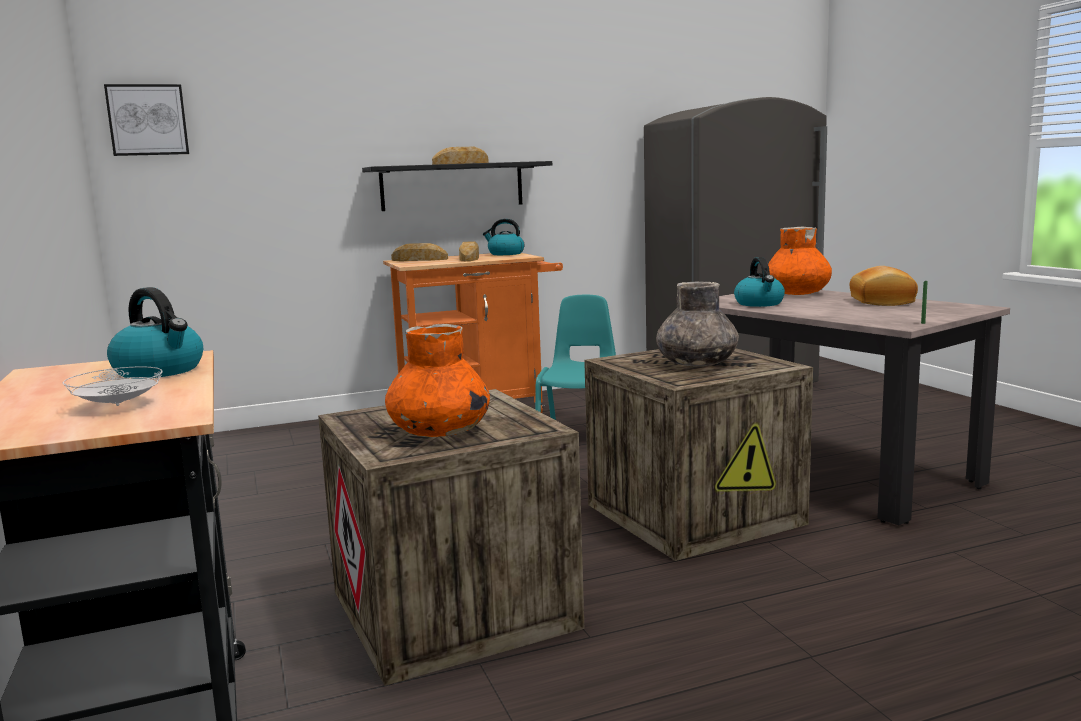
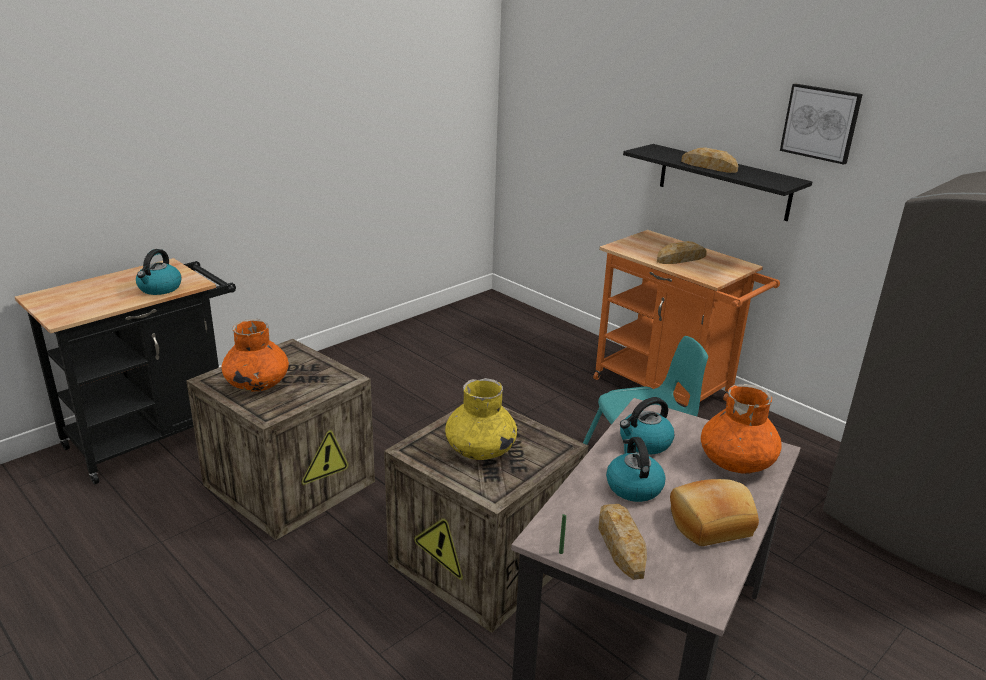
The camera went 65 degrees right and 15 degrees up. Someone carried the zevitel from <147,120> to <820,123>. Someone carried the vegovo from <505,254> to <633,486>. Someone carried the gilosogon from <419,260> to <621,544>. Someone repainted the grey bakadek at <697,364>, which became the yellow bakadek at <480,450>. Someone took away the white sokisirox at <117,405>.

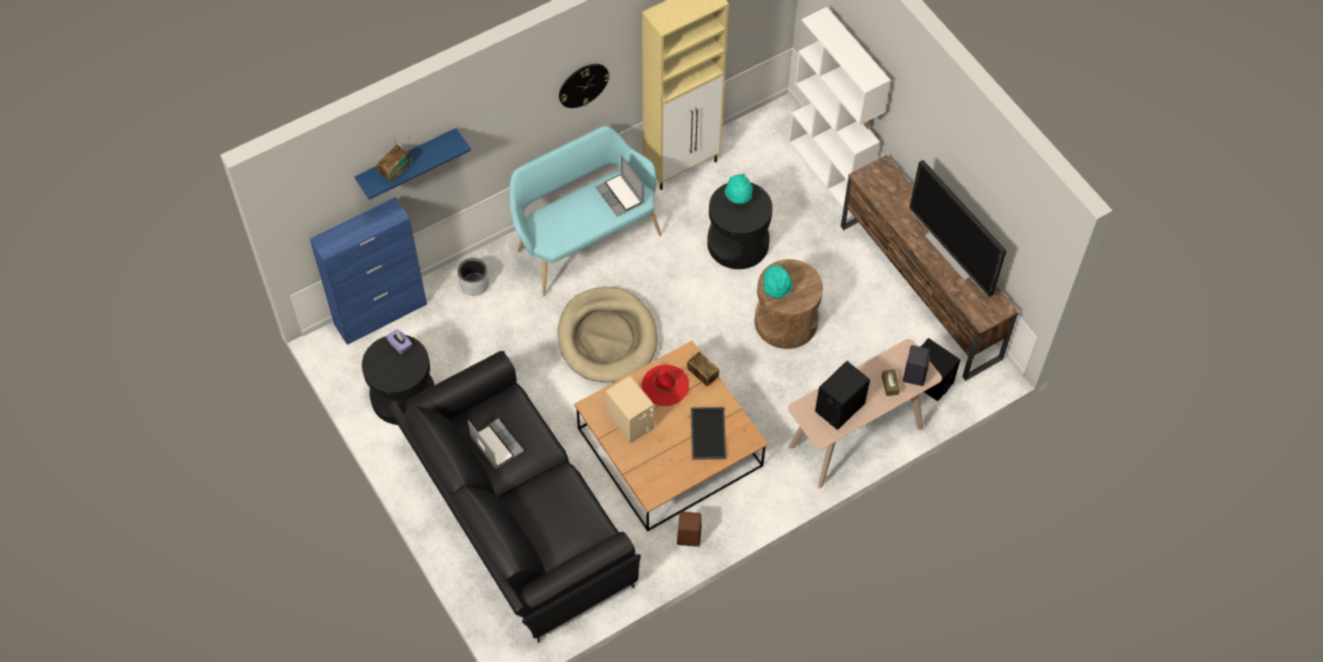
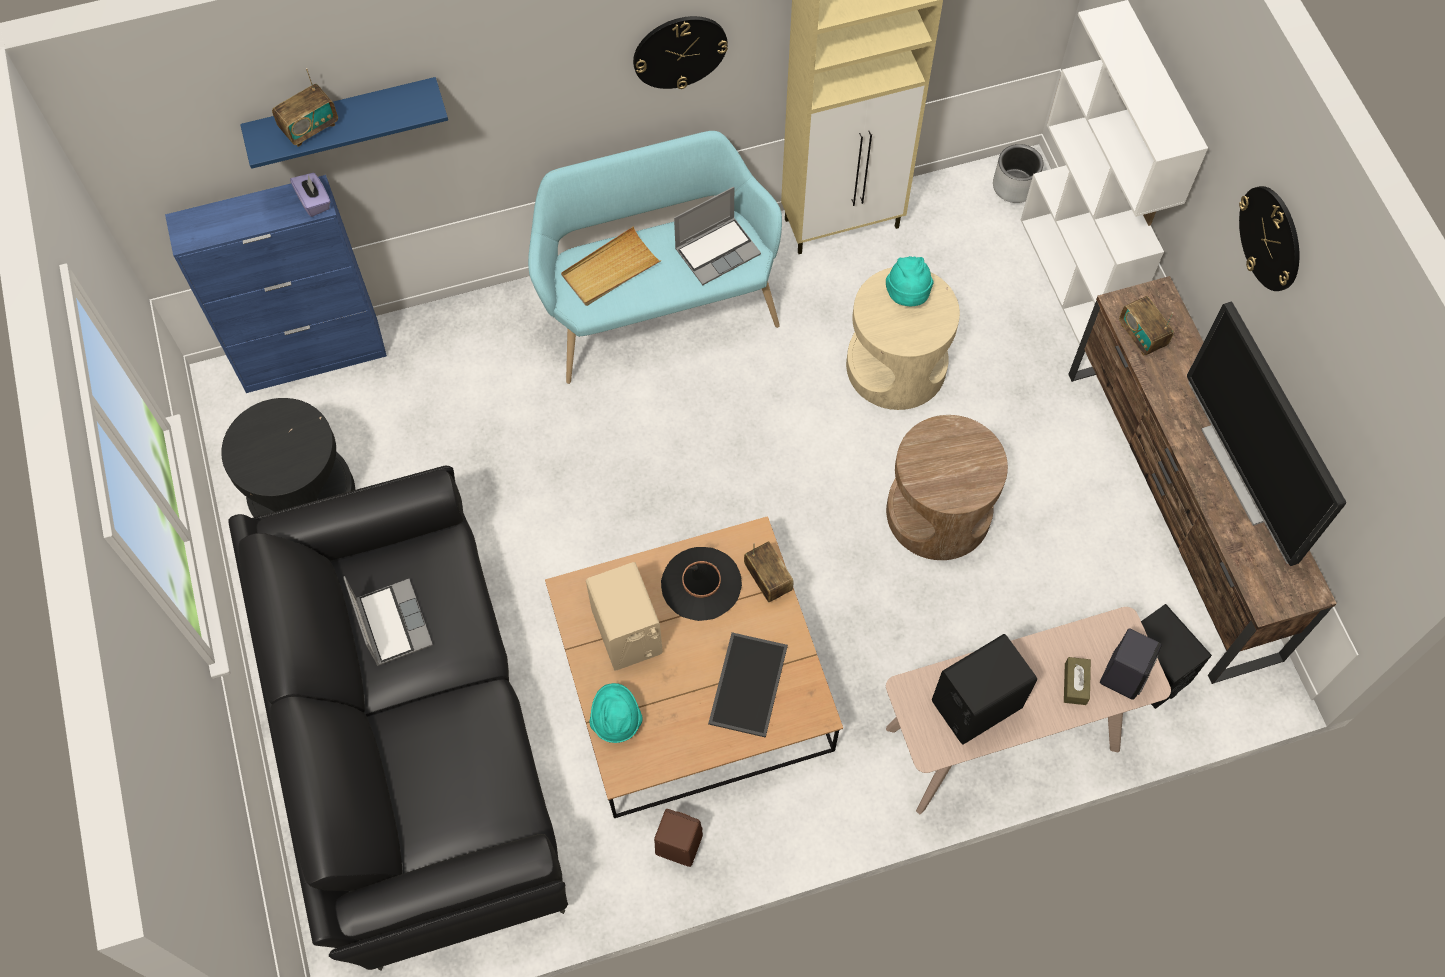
The camera went 15 degrees right and 5 degrees up. Someone rotated the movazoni at <620,196> by 105 degrees counterclockwise. Someone repainted the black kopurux at <737,243>, which became the beige kopurux at <895,365>. Someone carried the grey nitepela from <474,284> to <1014,186>. Someone carried the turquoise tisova from <776,288> to <616,720>. Someone took away the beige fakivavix at <607,338>. Someone carried the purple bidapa from <400,345> to <314,201>. Someone repainted the red tisova at <665,385>, which became the black tisova at <701,584>. Someone put up the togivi at <1270,238>. Someone put down the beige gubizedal at <610,270>. Someone put down the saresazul at <1141,336>.

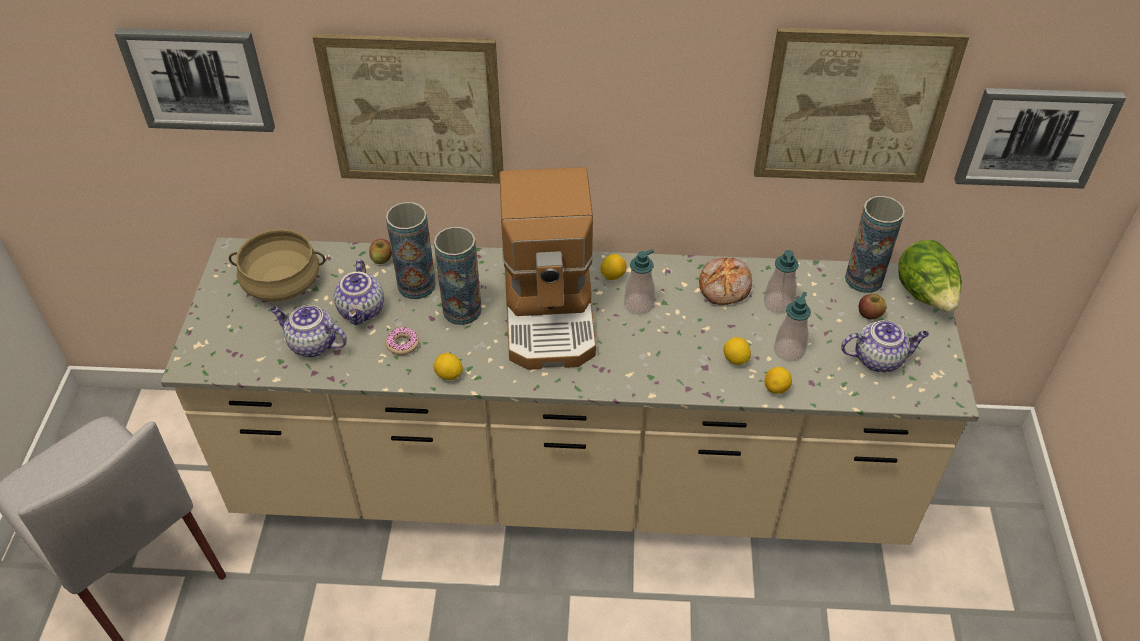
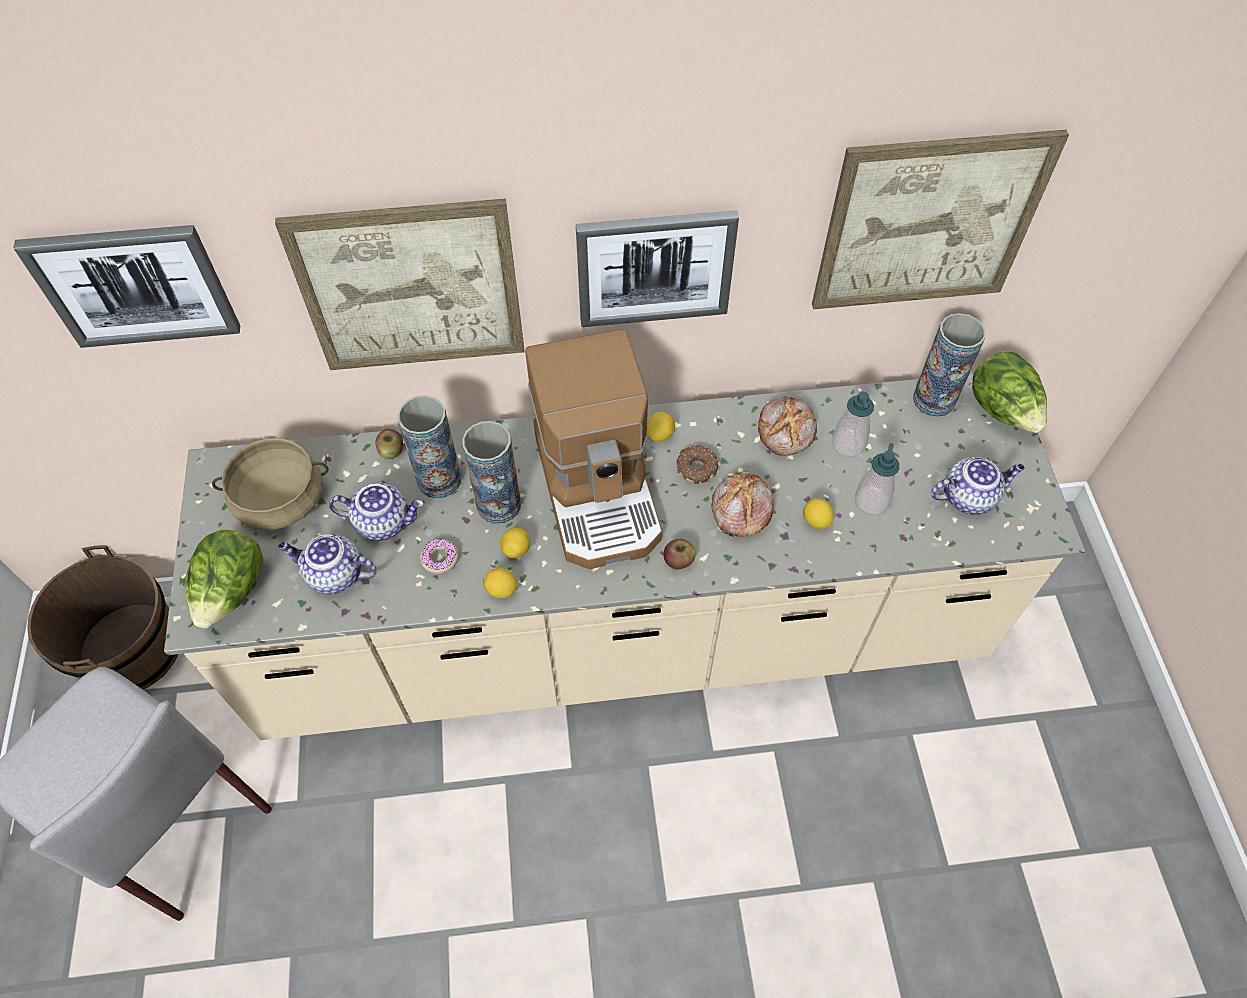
The camera went 10 degrees left and 10 degrees up. Someone carried the zevitel from <1035,137> to <654,267>. Someone swapped the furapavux at <639,304> for the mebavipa at <696,468>. Someone rotated the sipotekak at <363,310> by 75 degrees counterclockwise. Someone carried the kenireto from <870,314> to <678,560>. Someone carried the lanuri from <776,388> to <516,550>. Someone put down the gilosogon at <740,510>. Someone put down the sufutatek at <233,592>. Someone put down the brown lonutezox at <131,650>.

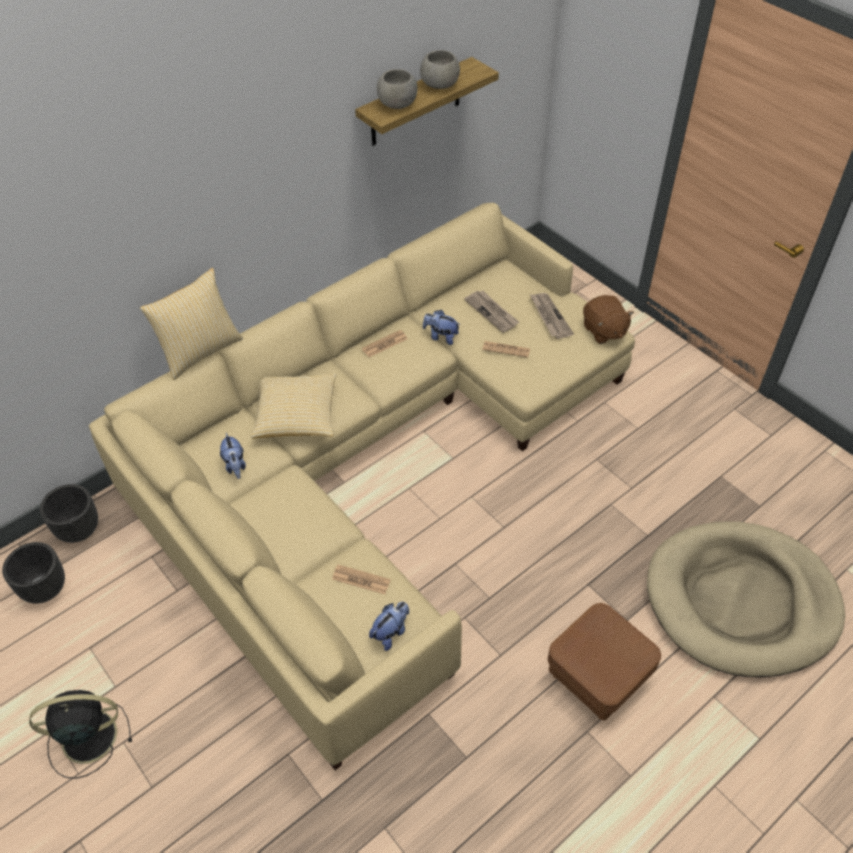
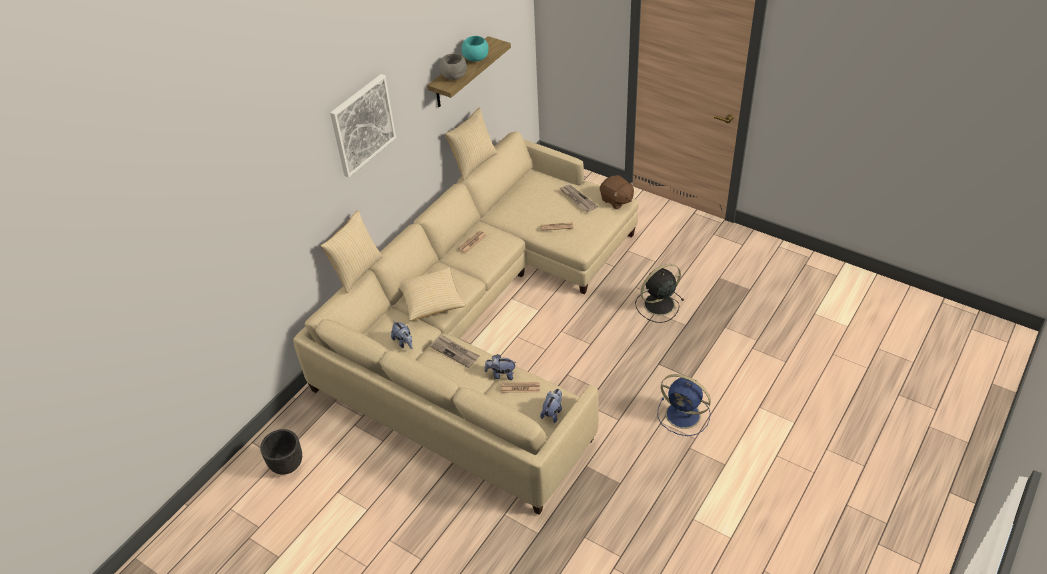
The camera went 15 degrees left and 5 degrees down. Someone repainted the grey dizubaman at <439,85>, which became the turquoise dizubaman at <475,58>. Someone carried the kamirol from <492,312> to <455,352>. Someone carried the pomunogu from <441,337> to <501,374>. Someone took away the black nitepela at <79,530>. Someone took away the beige fakivavix at <741,601>. Someone swapped the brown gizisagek at <597,677> for the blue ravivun at <684,415>. Someone carried the black ravivun from <86,737> to <657,305>. Someone put up the zevitel at <362,125>. Someone put down the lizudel at <473,163>.

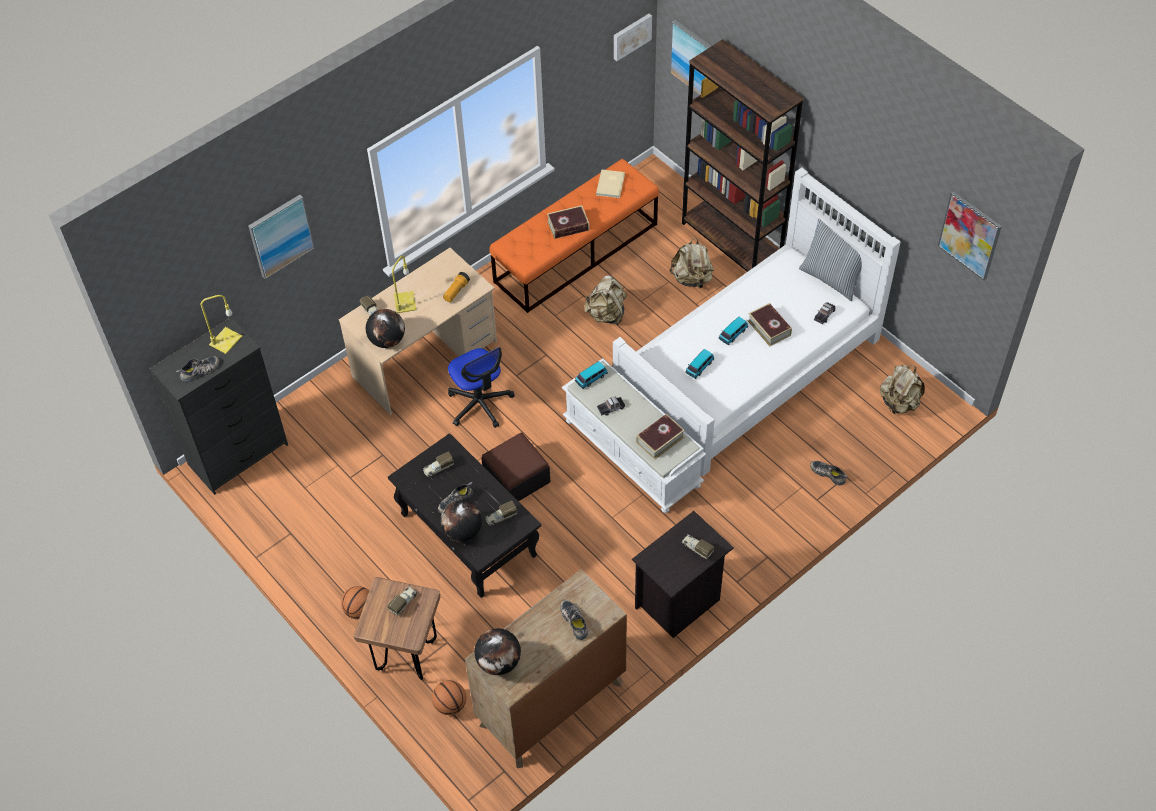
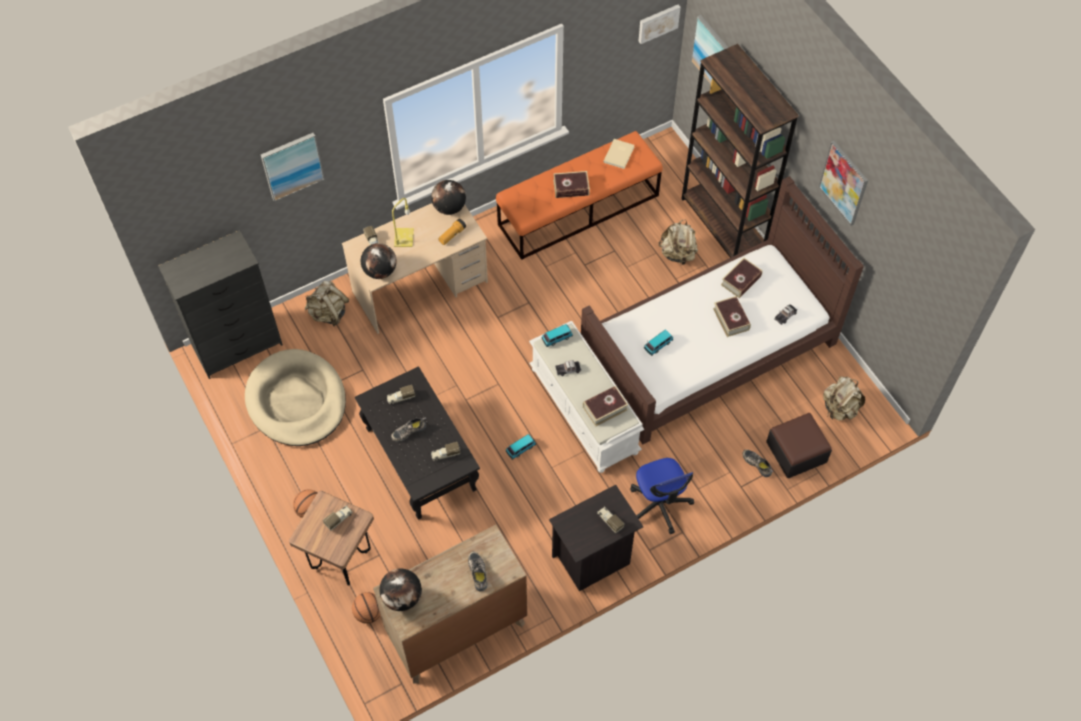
The camera went 10 degrees right and 5 degrees up. Someone repainted the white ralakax at <748,366>, which became the brown ralakax at <709,347>. Someone carried the zevitel from <970,235> to <844,183>. Someone took away the lizudel at <831,278>. Someone carried the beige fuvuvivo from <606,314> to <328,313>. Someone took away the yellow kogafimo at <225,341>. Someone carried the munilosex from <733,334> to <520,449>. Someone carried the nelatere from <480,404> to <659,505>. Someone took away the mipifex at <200,372>. Someone carried the gizisagek from <516,477> to <796,452>. Someone carried the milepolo from <462,532> to <449,208>. Someone put down the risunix at <741,280>. Someone put down the beige fakivavix at <296,401>.

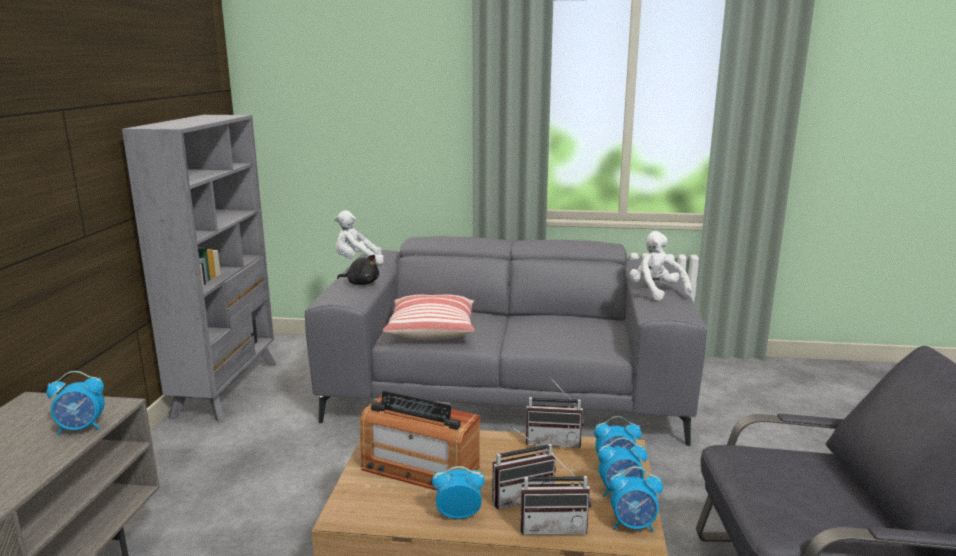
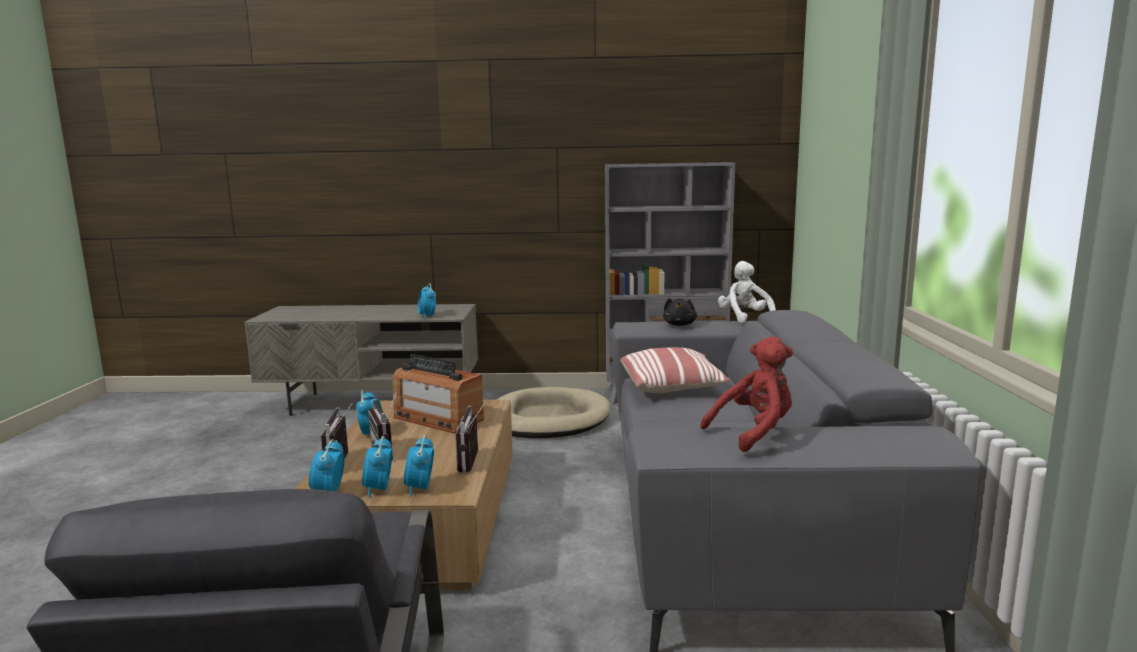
The camera went 85 degrees right and 5 degrees down. Someone repainted the white pomunogu at <656,292>, which became the red pomunogu at <754,433>. Someone rotated the saresazul at <419,468> by 75 degrees counterclockwise. Someone put down the beige fakivavix at <546,419>.

